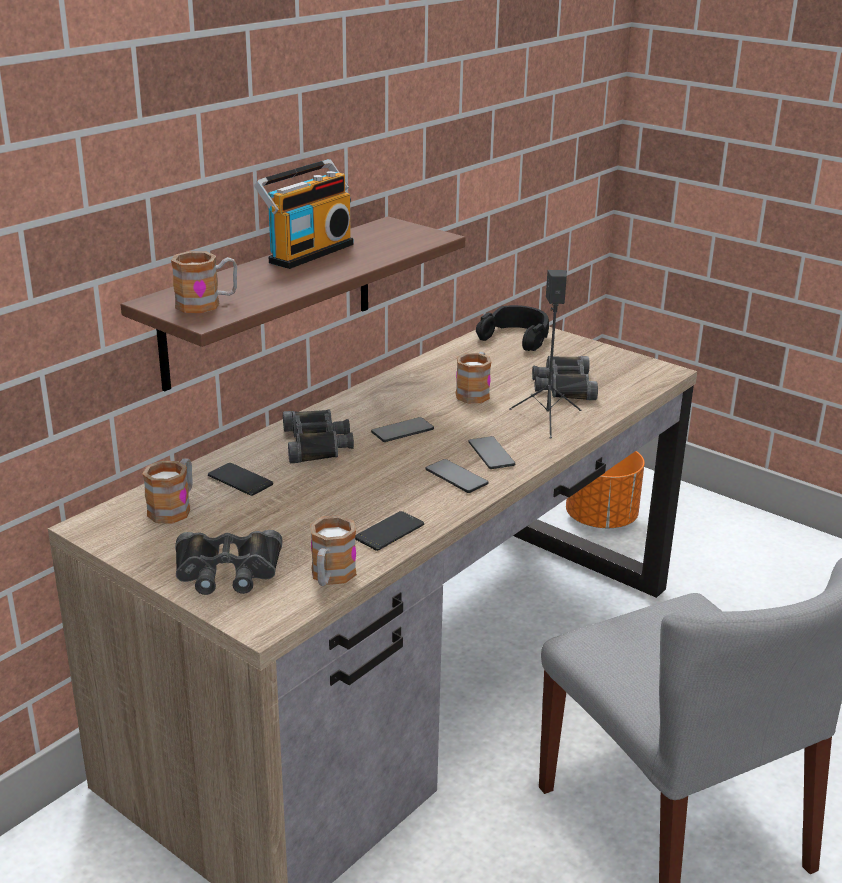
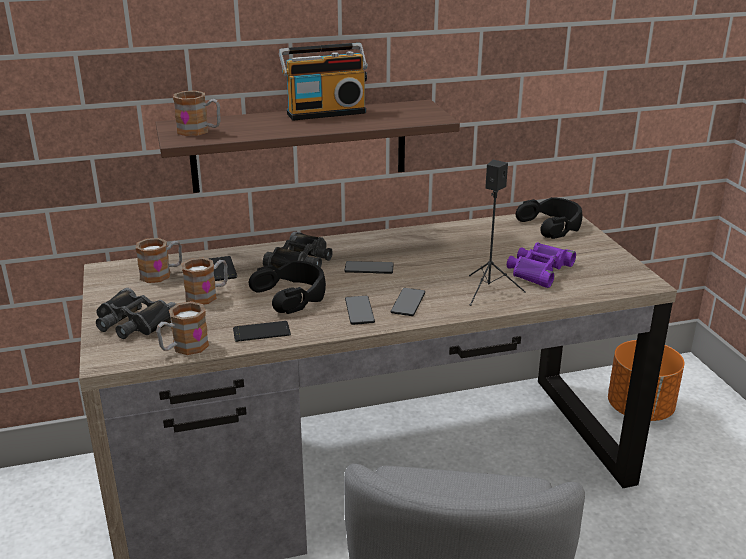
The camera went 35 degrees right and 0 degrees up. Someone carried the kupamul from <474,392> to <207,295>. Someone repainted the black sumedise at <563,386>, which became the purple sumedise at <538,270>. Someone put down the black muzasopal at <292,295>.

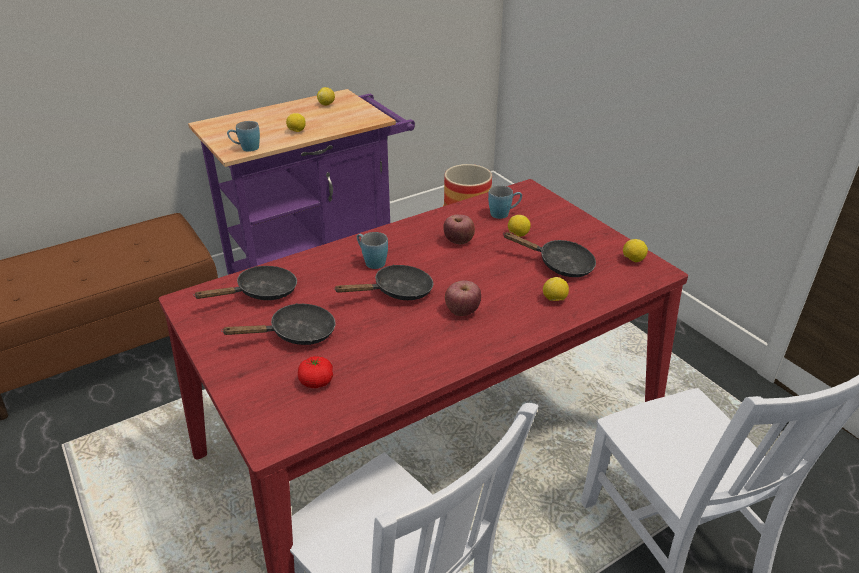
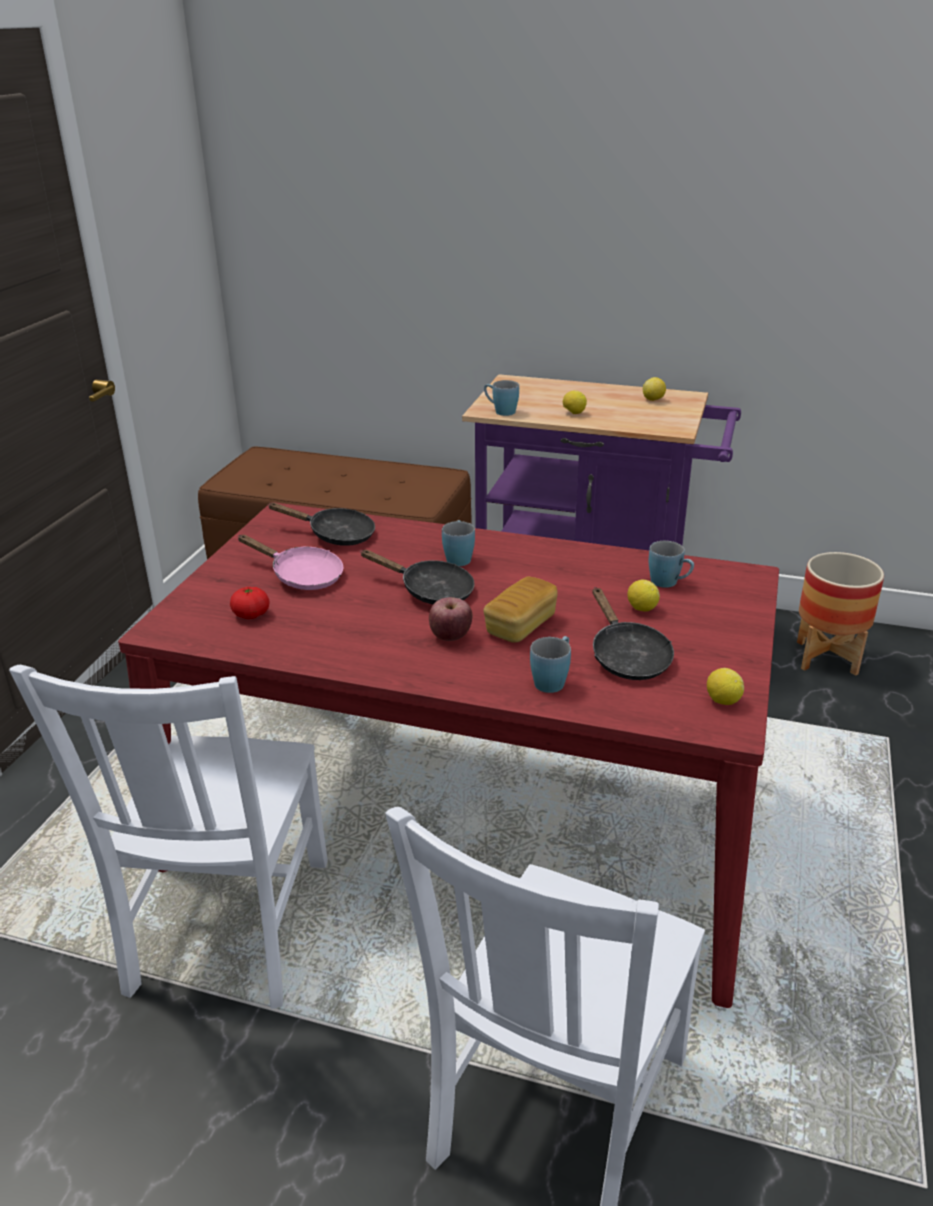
The camera went 50 degrees right and 5 degrees down. Someone took away the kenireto at <459,241>. Someone swapped the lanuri at <554,299> for the blue kupamul at <552,680>. Someone repainted the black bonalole at <296,334>, which became the pink bonalole at <301,576>. Someone put down the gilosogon at <520,625>.

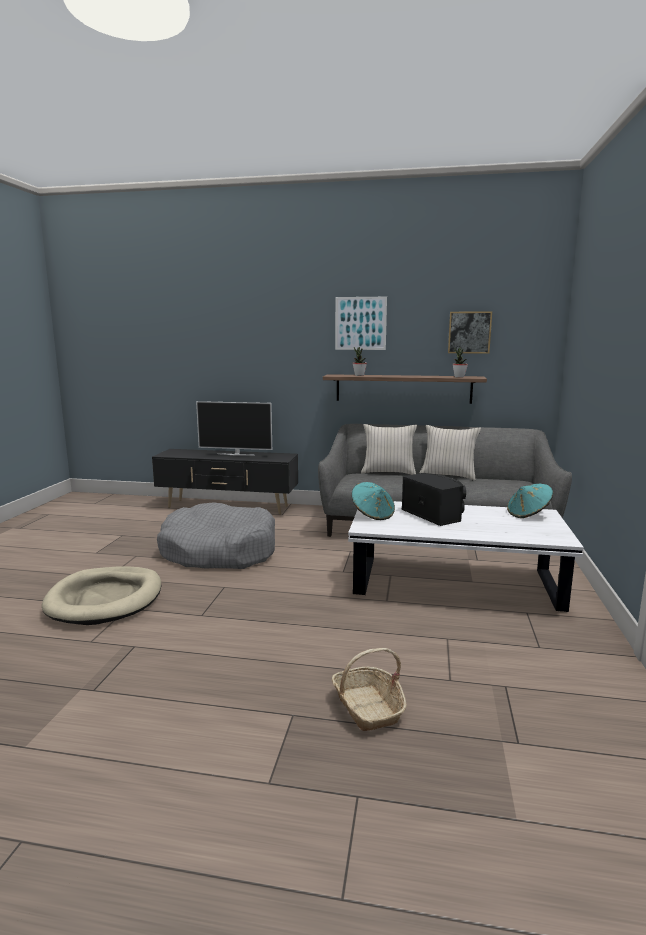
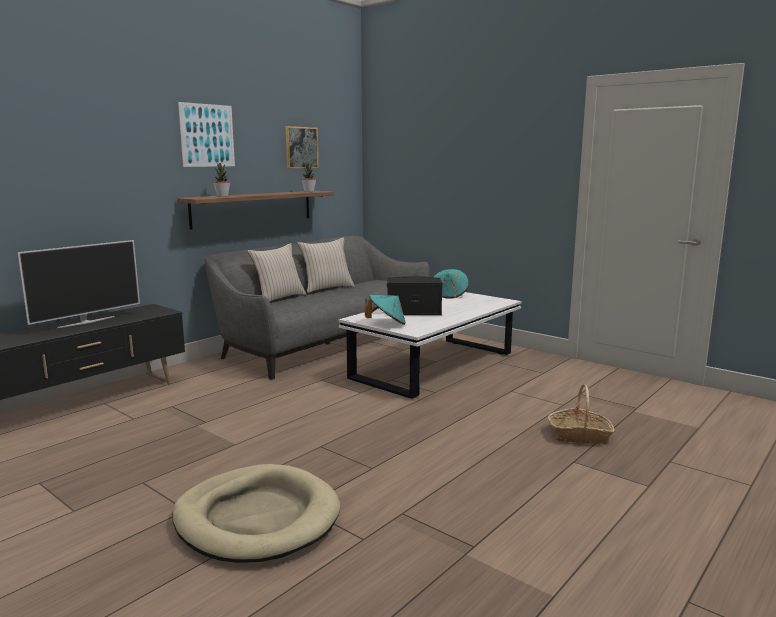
The camera went 60 degrees left and 0 degrees up. Someone took away the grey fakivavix at <219,551>.

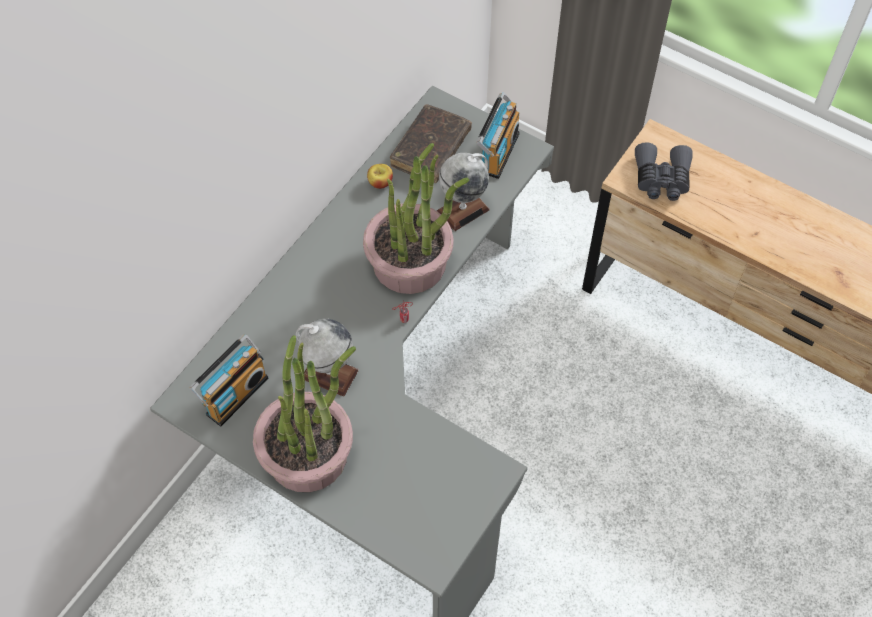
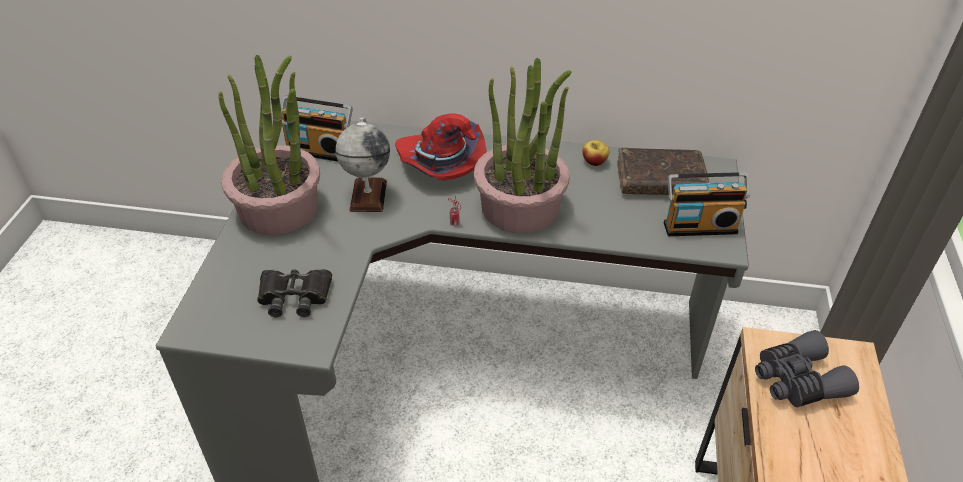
The camera went 65 degrees right and 15 degrees down. Someone took away the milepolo at <463,210>. Someone put down the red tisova at <440,164>. Someone put down the black sumedise at <294,296>.

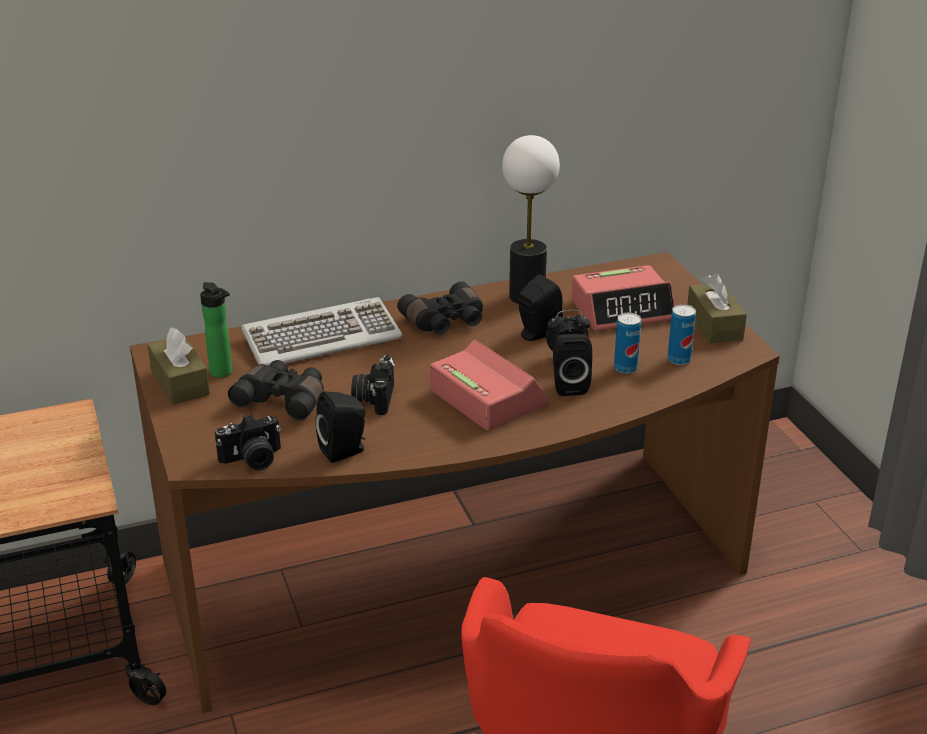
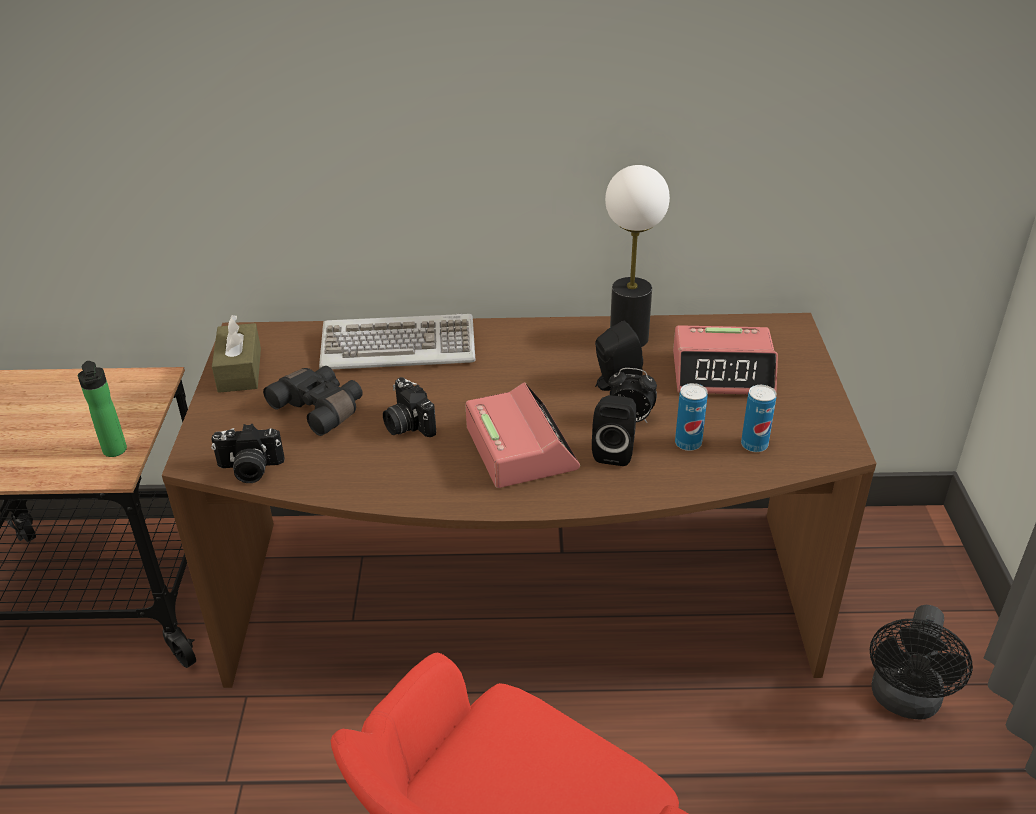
The camera went 20 degrees right and 5 degrees up. Someone took away the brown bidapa at <714,325>. Someone took away the black sumedise at <445,322>. Someone carried the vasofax from <223,373> to <115,452>. Someone rotated the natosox at <374,398> by 60 degrees counterclockwise. Someone took away the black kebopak at <345,451>. Someone put down the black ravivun at <904,702>.

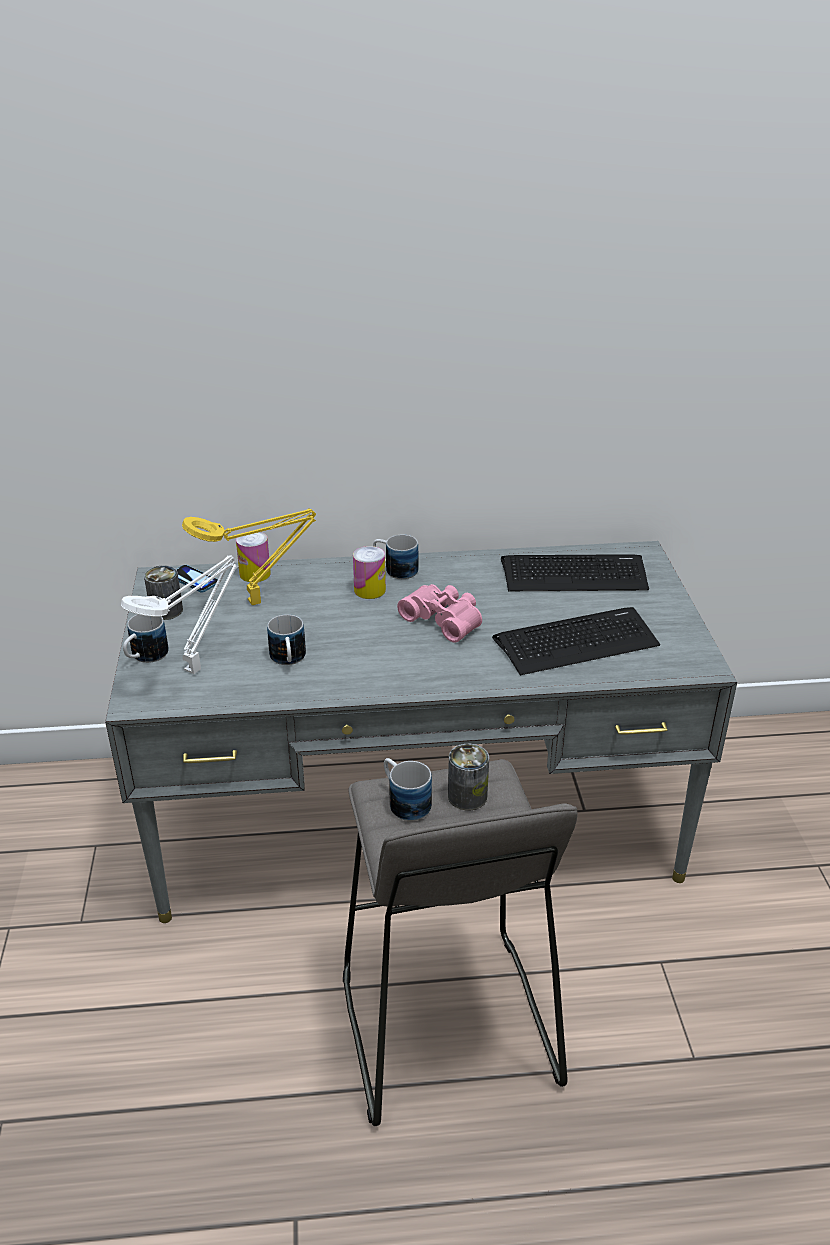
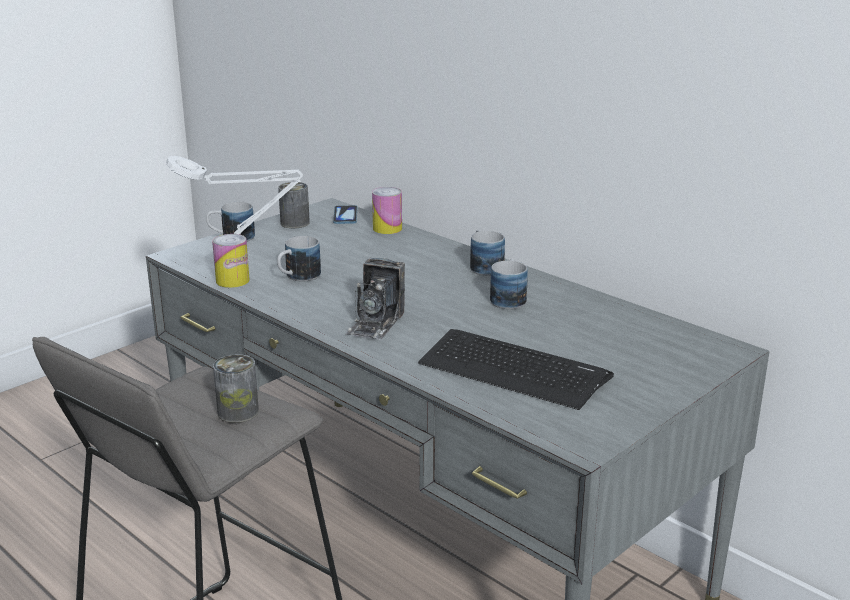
The camera went 50 degrees right and 10 degrees down. Someone took away the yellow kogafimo at <258,601>. Someone carried the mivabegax from <369,590> to <232,280>. Someone took away the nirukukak at <574,574>. Someone took away the pink sumedise at <444,619>. Someone carried the kupamul from <404,801> to <509,298>. Someone put down the natosox at <376,323>.

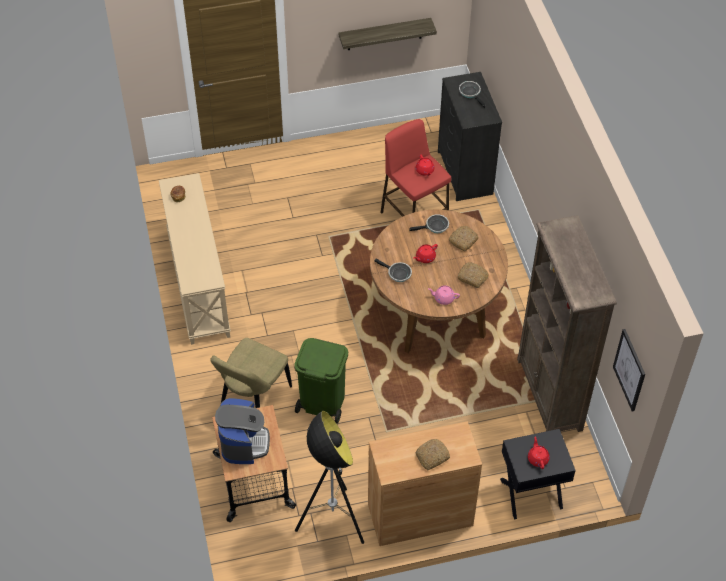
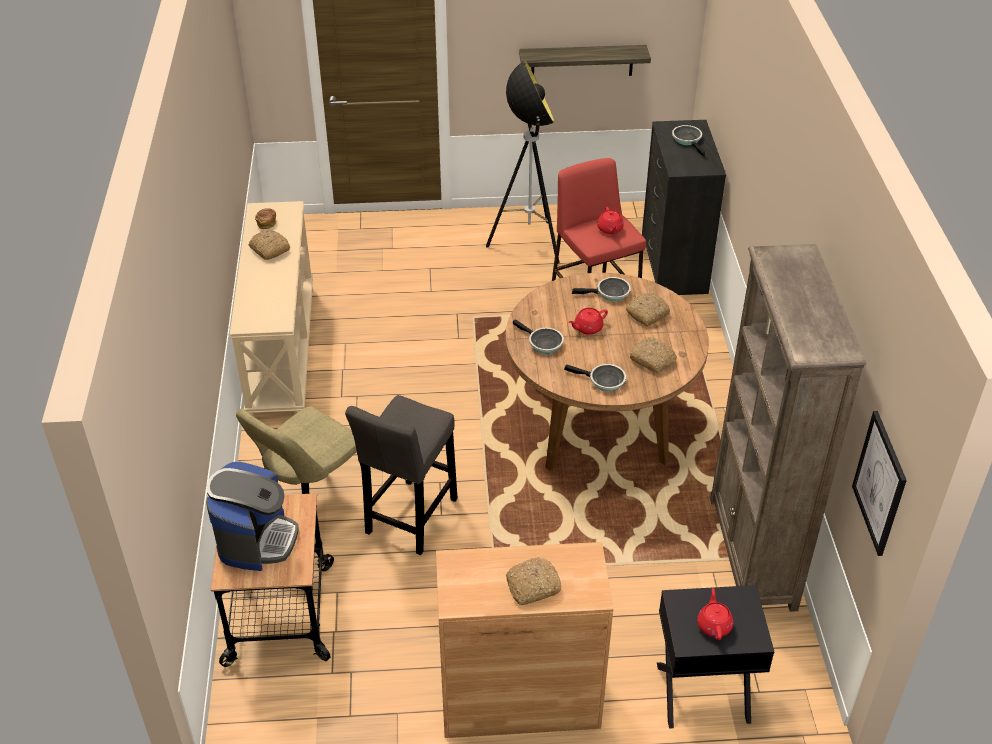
The camera went 10 degrees right and 10 degrees down. Someone swapped the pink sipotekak at <443,298> for the bonalole at <603,381>. Someone swapped the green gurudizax at <322,402> for the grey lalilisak at <409,520>. Someone carried the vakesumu from <332,521> to <528,244>. Someone put down the gilosogon at <269,249>.

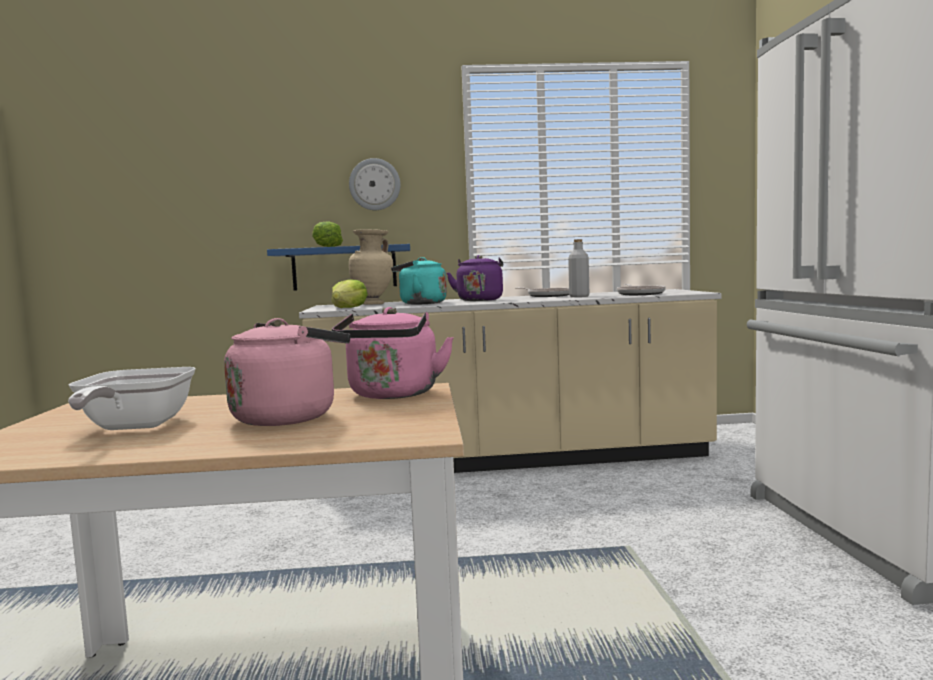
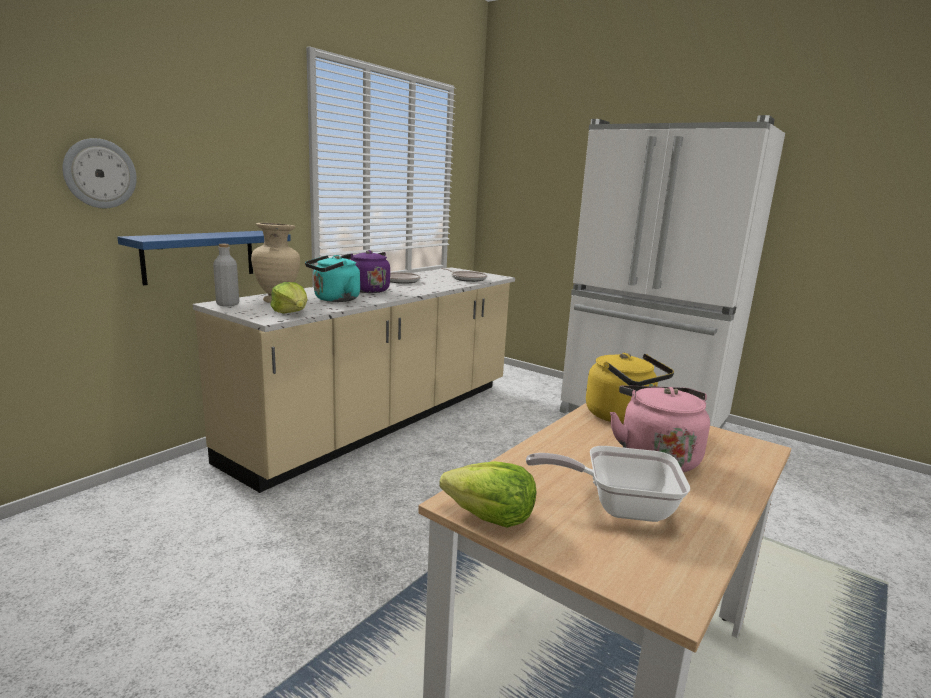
The camera went 50 degrees left and 10 degrees up. Someone carried the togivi from <374,184> to <100,173>. Someone carried the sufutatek from <326,247> to <490,516>. Someone carried the grey vasofax from <579,296> to <228,304>. Someone repainted the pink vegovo at <392,395>, which became the yellow vegovo at <622,416>. Someone rotated the bonalole at <133,427> by 150 degrees clockwise.

